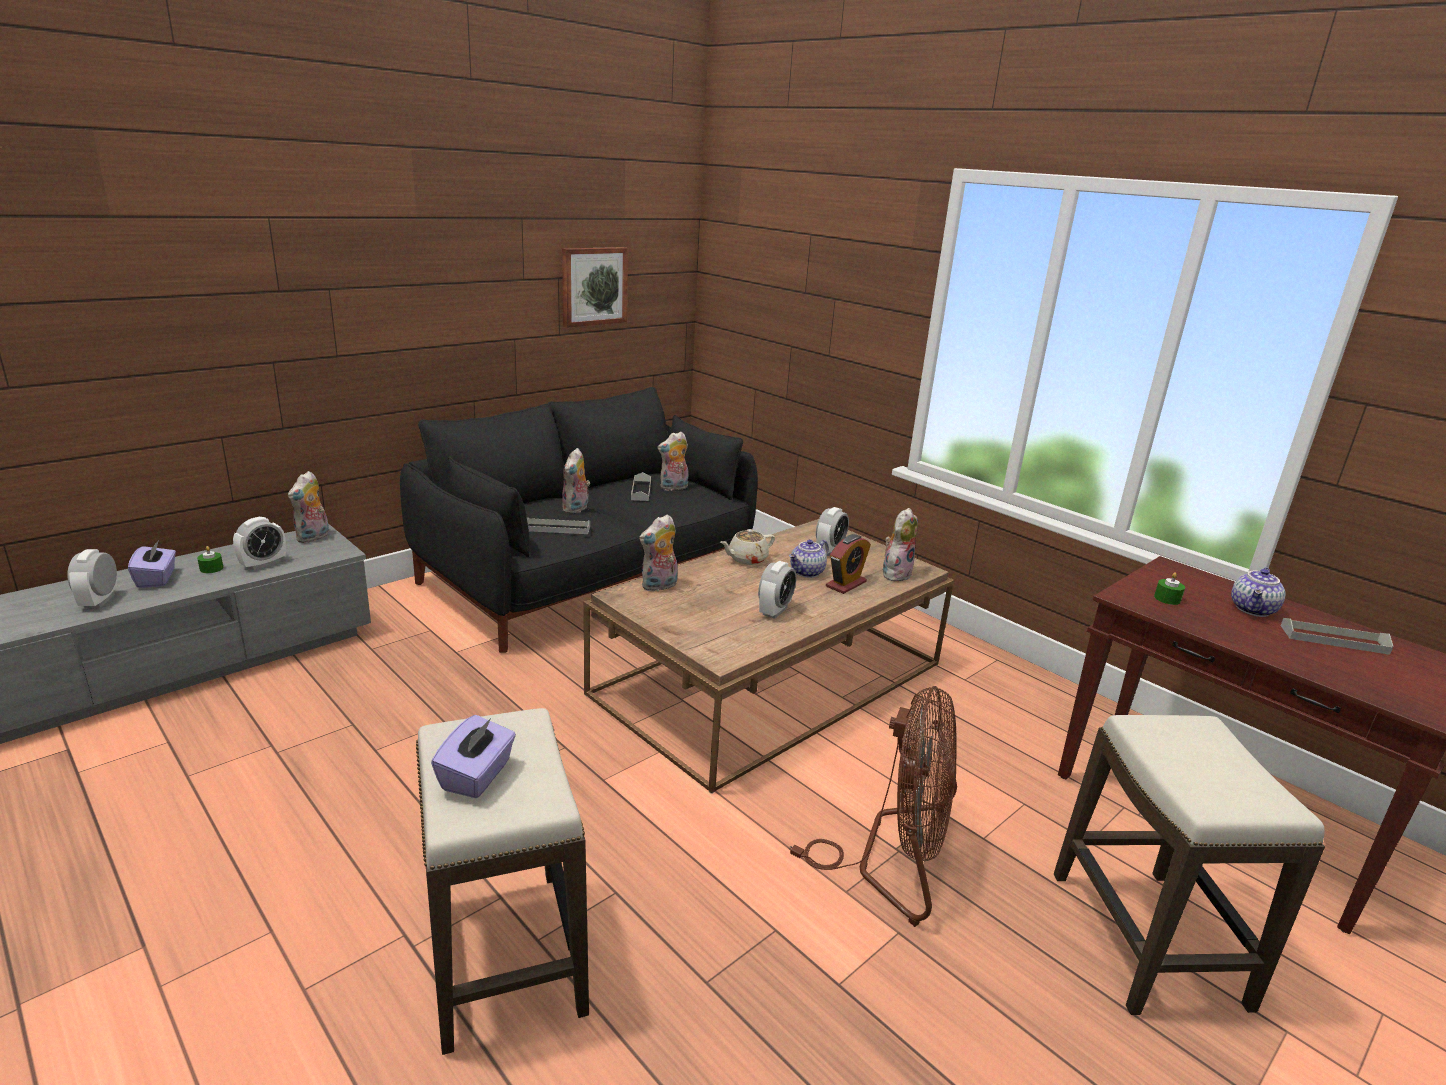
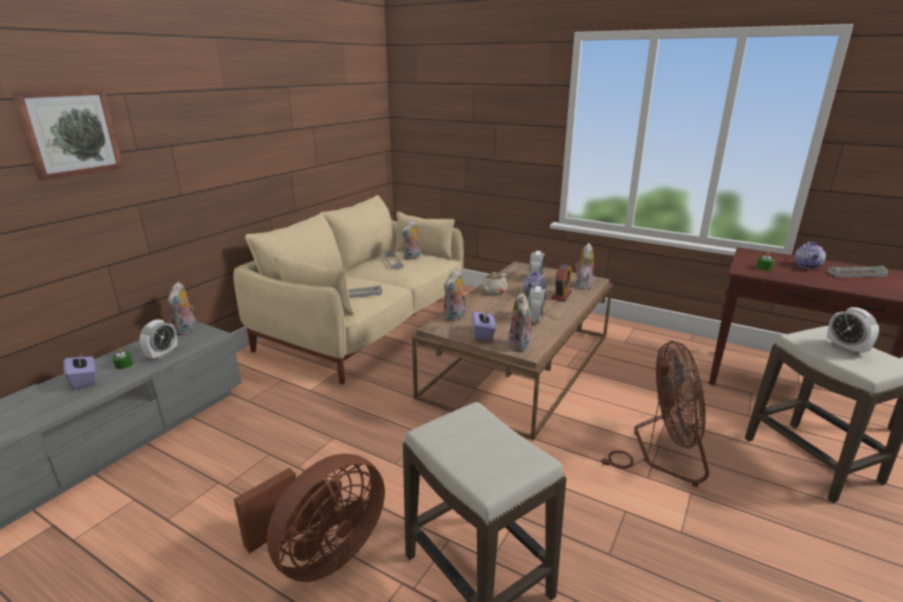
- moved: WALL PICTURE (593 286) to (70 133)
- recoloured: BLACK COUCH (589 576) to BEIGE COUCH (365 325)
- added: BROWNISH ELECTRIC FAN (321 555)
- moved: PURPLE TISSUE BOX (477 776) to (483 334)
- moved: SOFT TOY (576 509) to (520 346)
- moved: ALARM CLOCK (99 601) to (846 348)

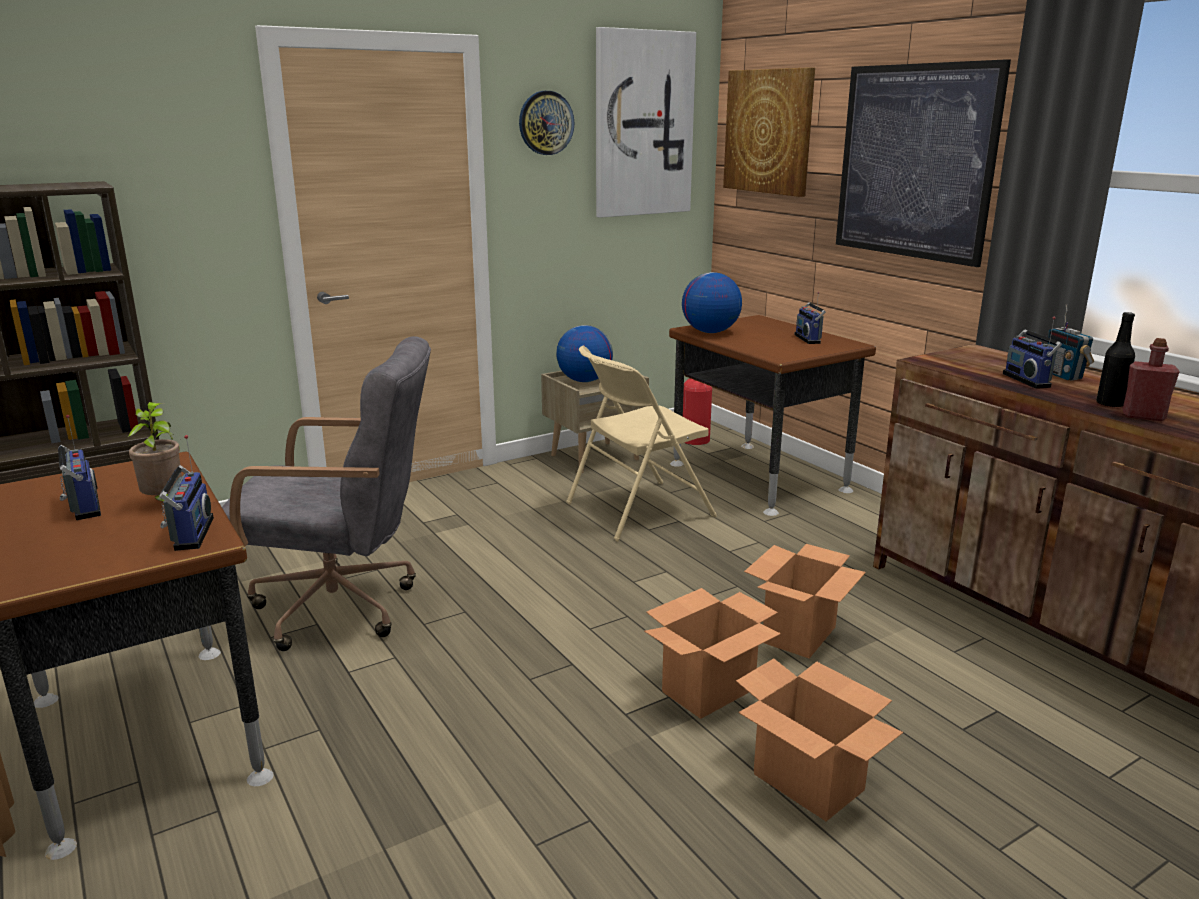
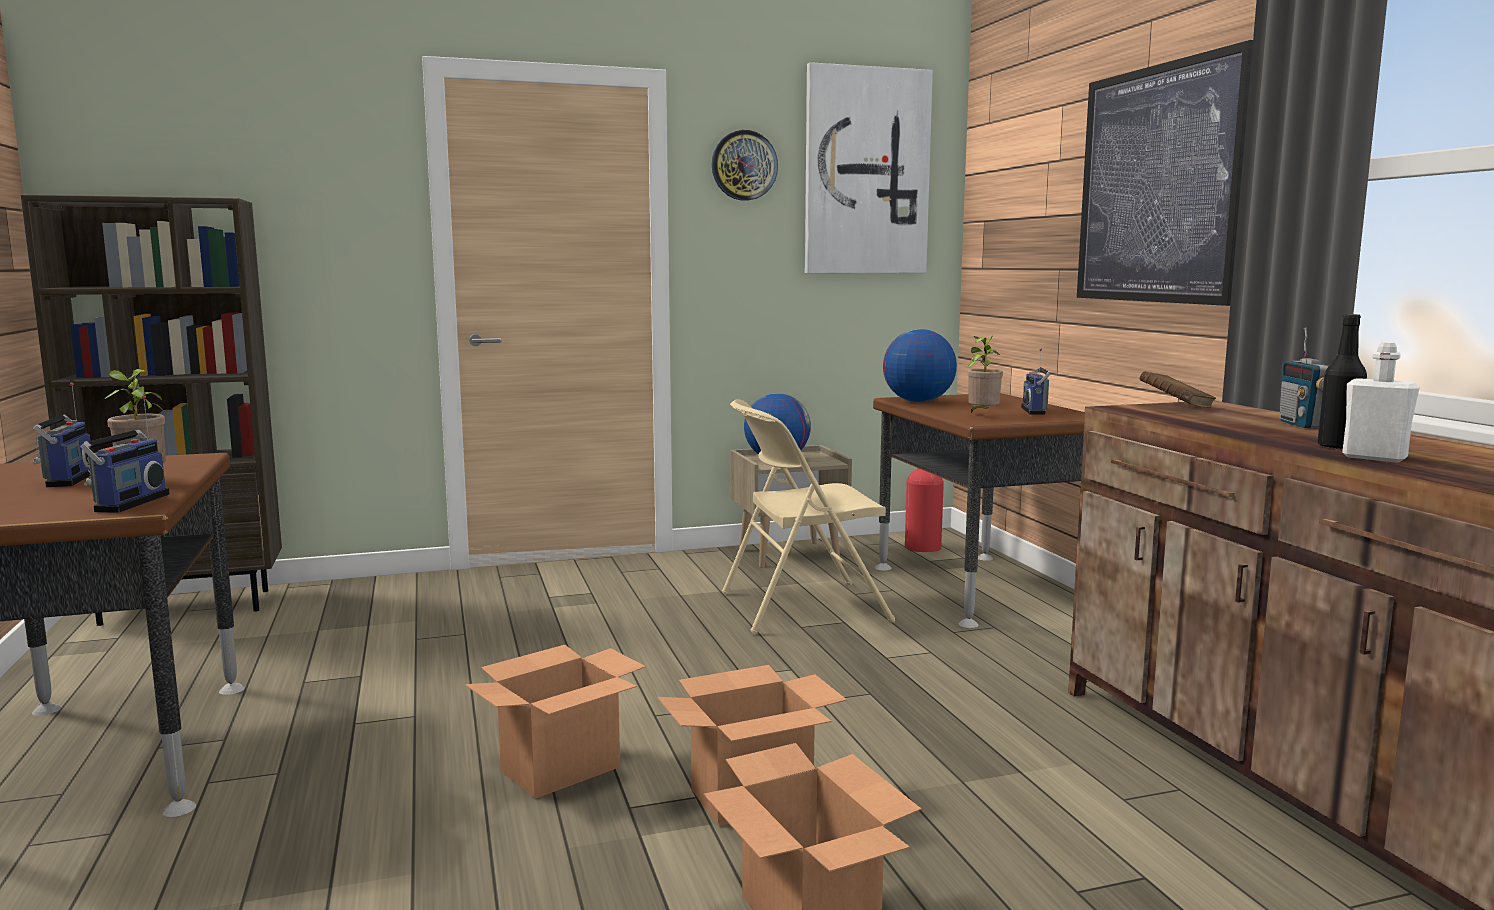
- moved: PACKING BOX (799 634) to (561 769)
- added: HOUSEPLANT (982 416)
- added: BROWNISH BOOK (1175 406)
- recoloured: REDDISH BOTTLE (1143 416) to WHITISH BOTTLE (1374 458)
- removed: GRAY COMPUTER CHAIR (344 610)
- removed: WALL PICTURE (768 131)
- removed: RADIO RECEIVER (1029 380)

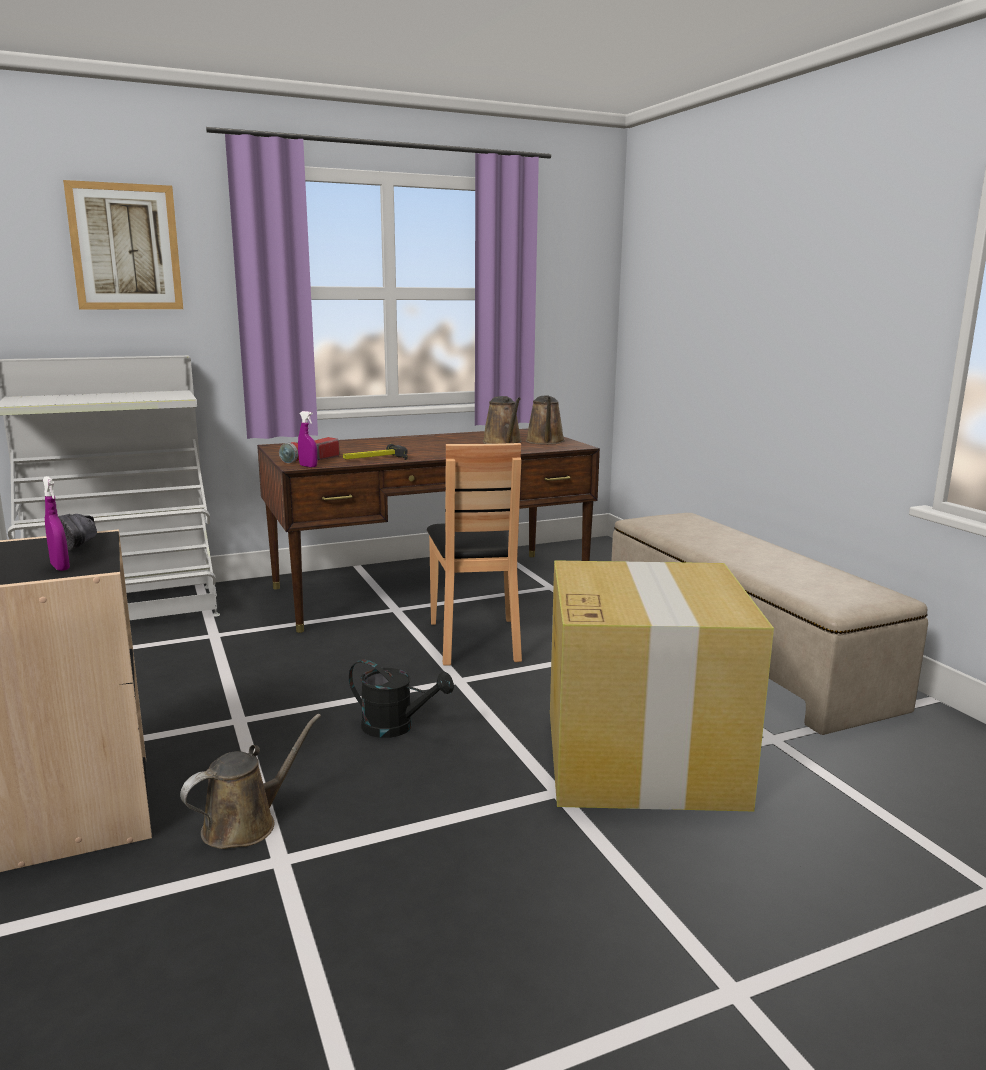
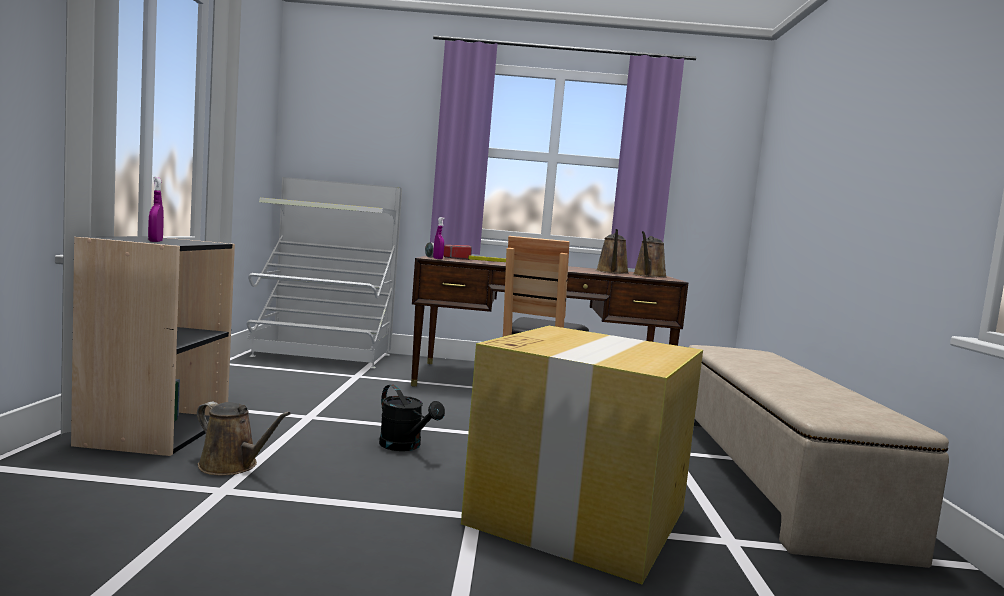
- turned: BROWNISH SPRINKLING CAN (246 824) = (232 466) 45 degrees clockwise
- removed: BLACK LOW SHOE (83 544)
- removed: WALL PICTURE (125 247)

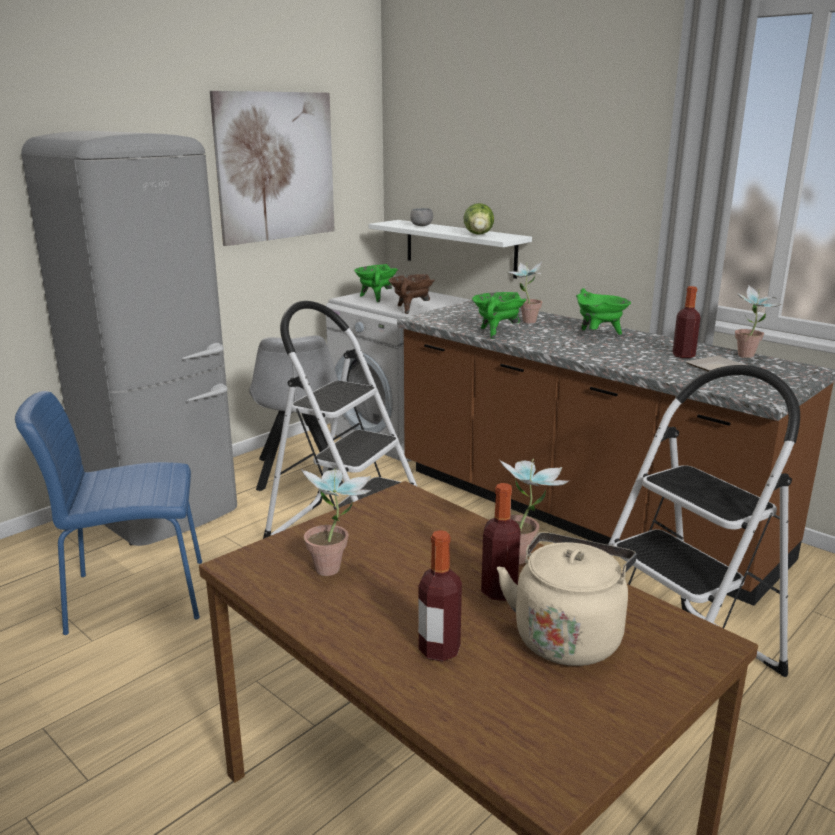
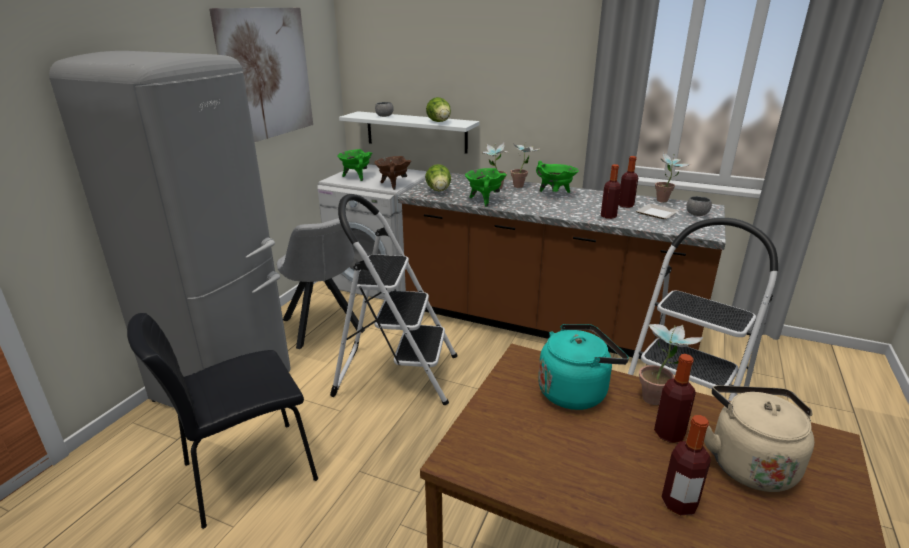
- recoloured: BLUE CHAIR (131 597) to BLACK CHAIR (245 474)
- added: LETTUCE (439 191)
- moved: HOUSEPLANT (337 570) to (522 186)
- added: TURQUOISE-COLOURED KETTLE (575 391)
- added: BOTTLE (608 216)
- added: GRAY BOWL (697 214)

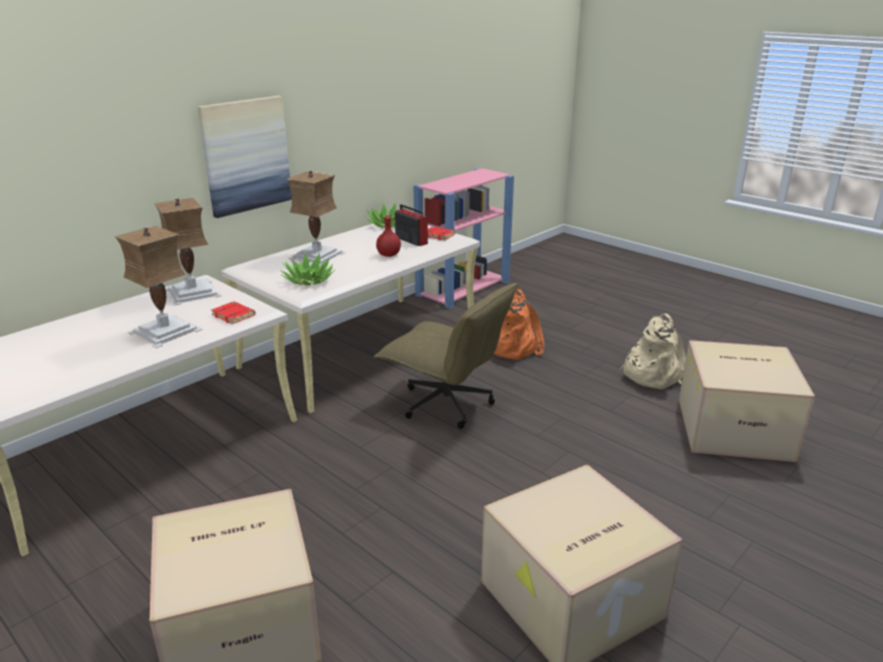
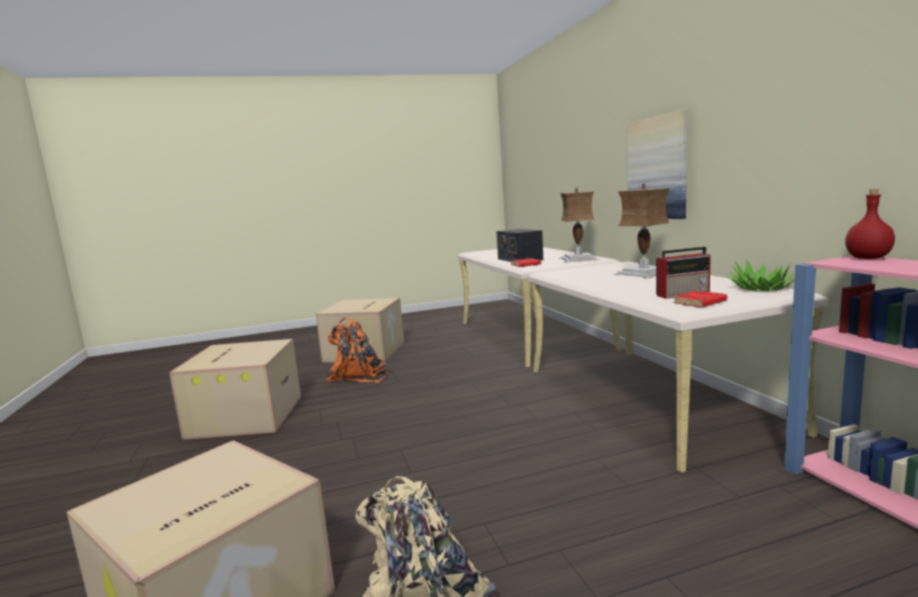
- moved: ORANGEY BACKPACK (512 346) to (359 375)
- replaced: TABLE LAMP (165 330) to RADIO RECEIVER (519 259)
- moved: REDDISH BOTTLE (389 255) to (868 258)
- removed: HOUSEPLANT (308 280)
- removed: BEIGE COMPUTER CHAIR (445 403)

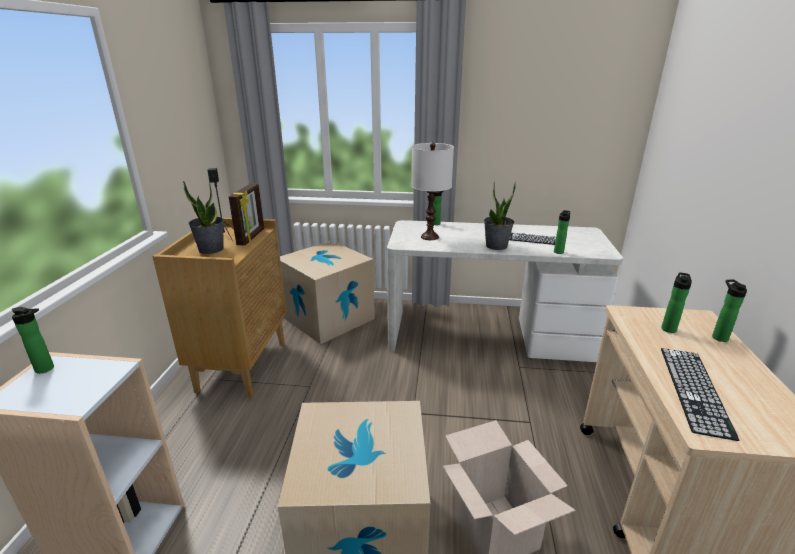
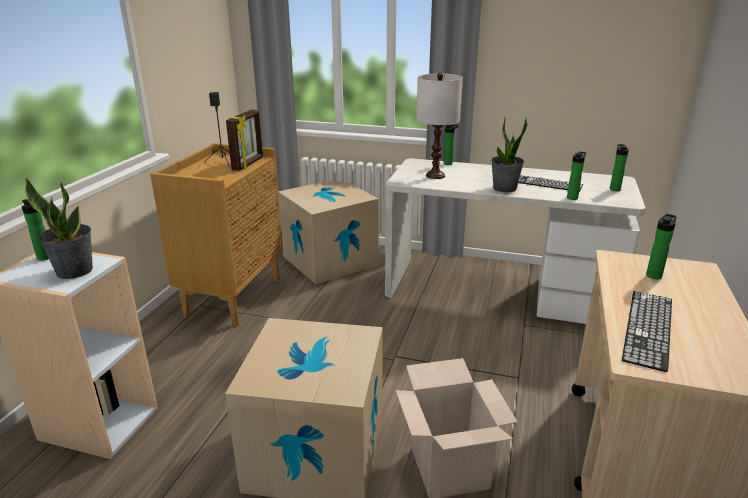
- moved: HOUSEPLANT (211 249) to (74 270)
- moved: BOTTLE (718 337) to (614 189)

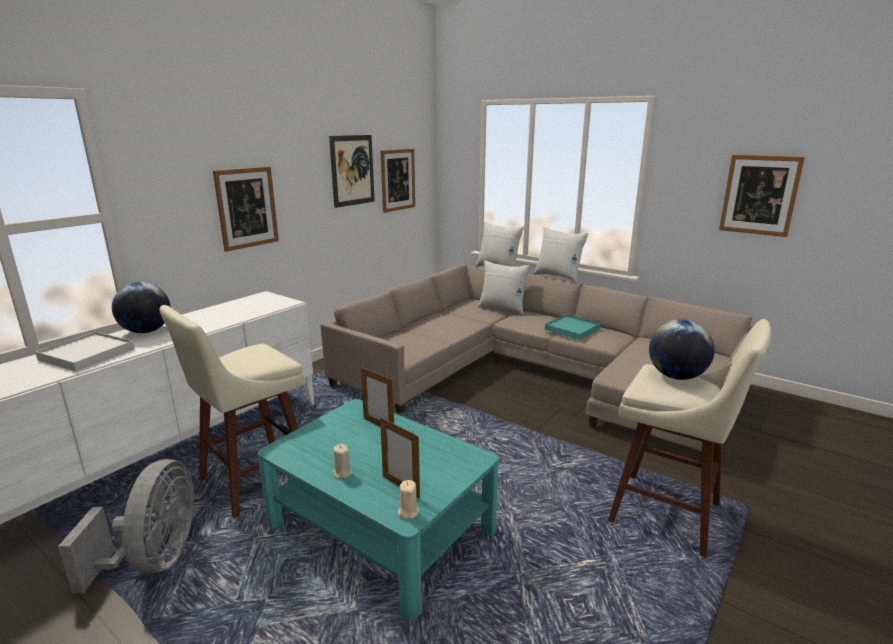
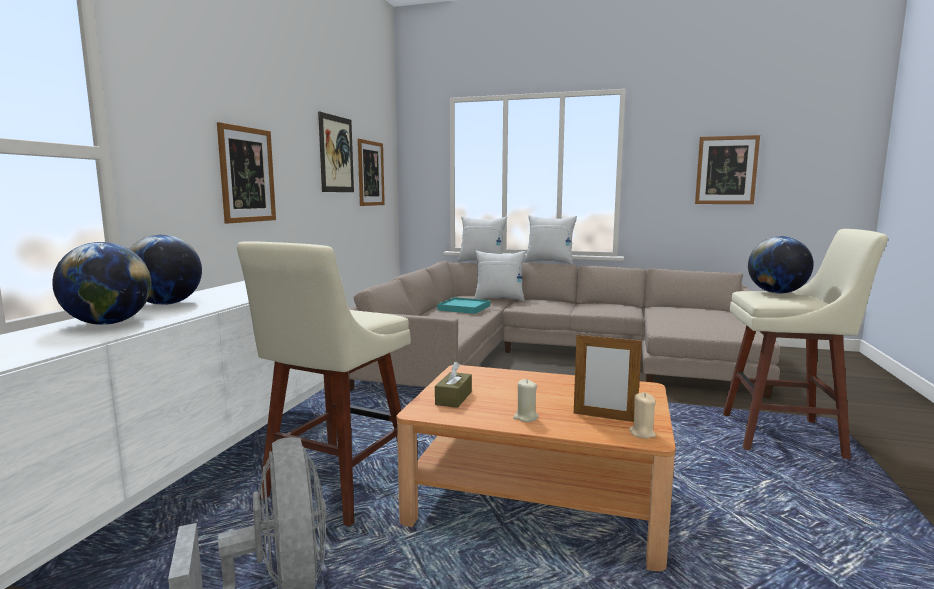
- replaced: WHITISH CARRYING TRAY (87 354) to DESK GLOBE (108 323)
- recoloured: TURQUOISE-COLOURED LOUNGE TABLE (381 527) to BROWNISH LOUNGE TABLE (538 498)
- added: BROWNISH TISSUE BOX (453 398)
- moved: TURQUOISE-COLOURED CARRYING TRAY (572 329) to (464 308)
- removed: PHOTO FRAME (378 425)

